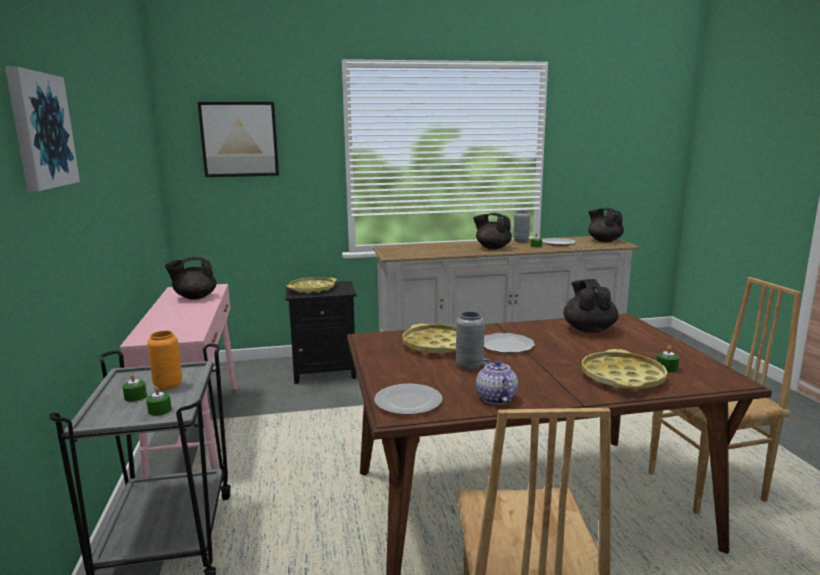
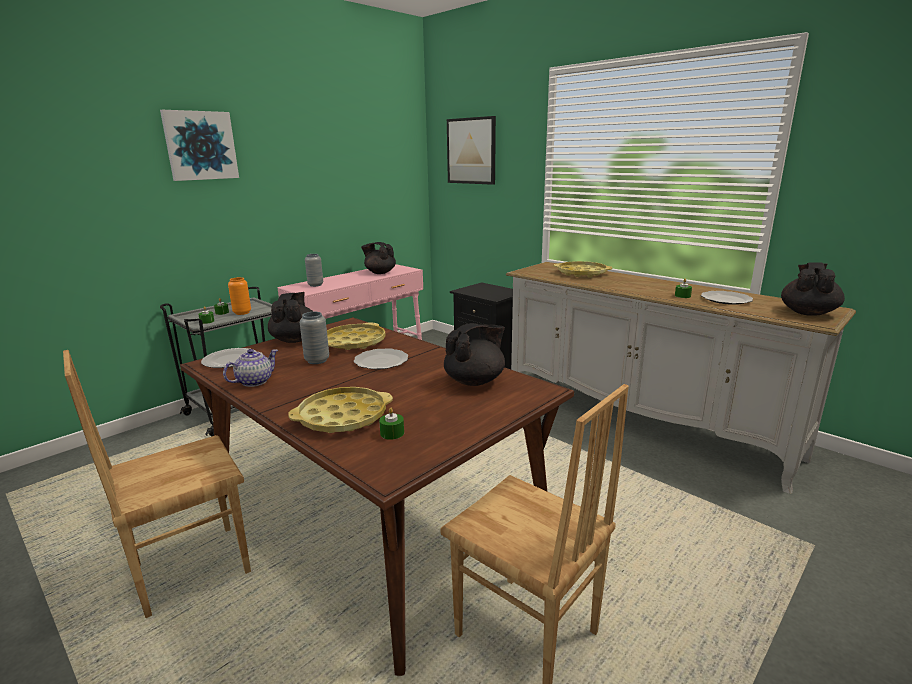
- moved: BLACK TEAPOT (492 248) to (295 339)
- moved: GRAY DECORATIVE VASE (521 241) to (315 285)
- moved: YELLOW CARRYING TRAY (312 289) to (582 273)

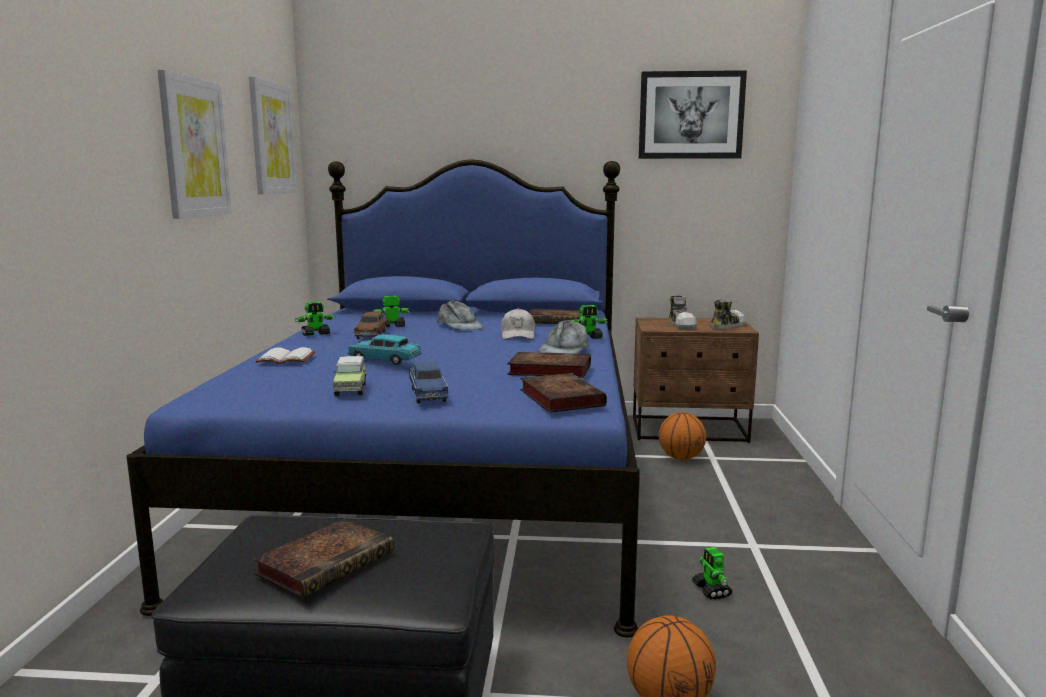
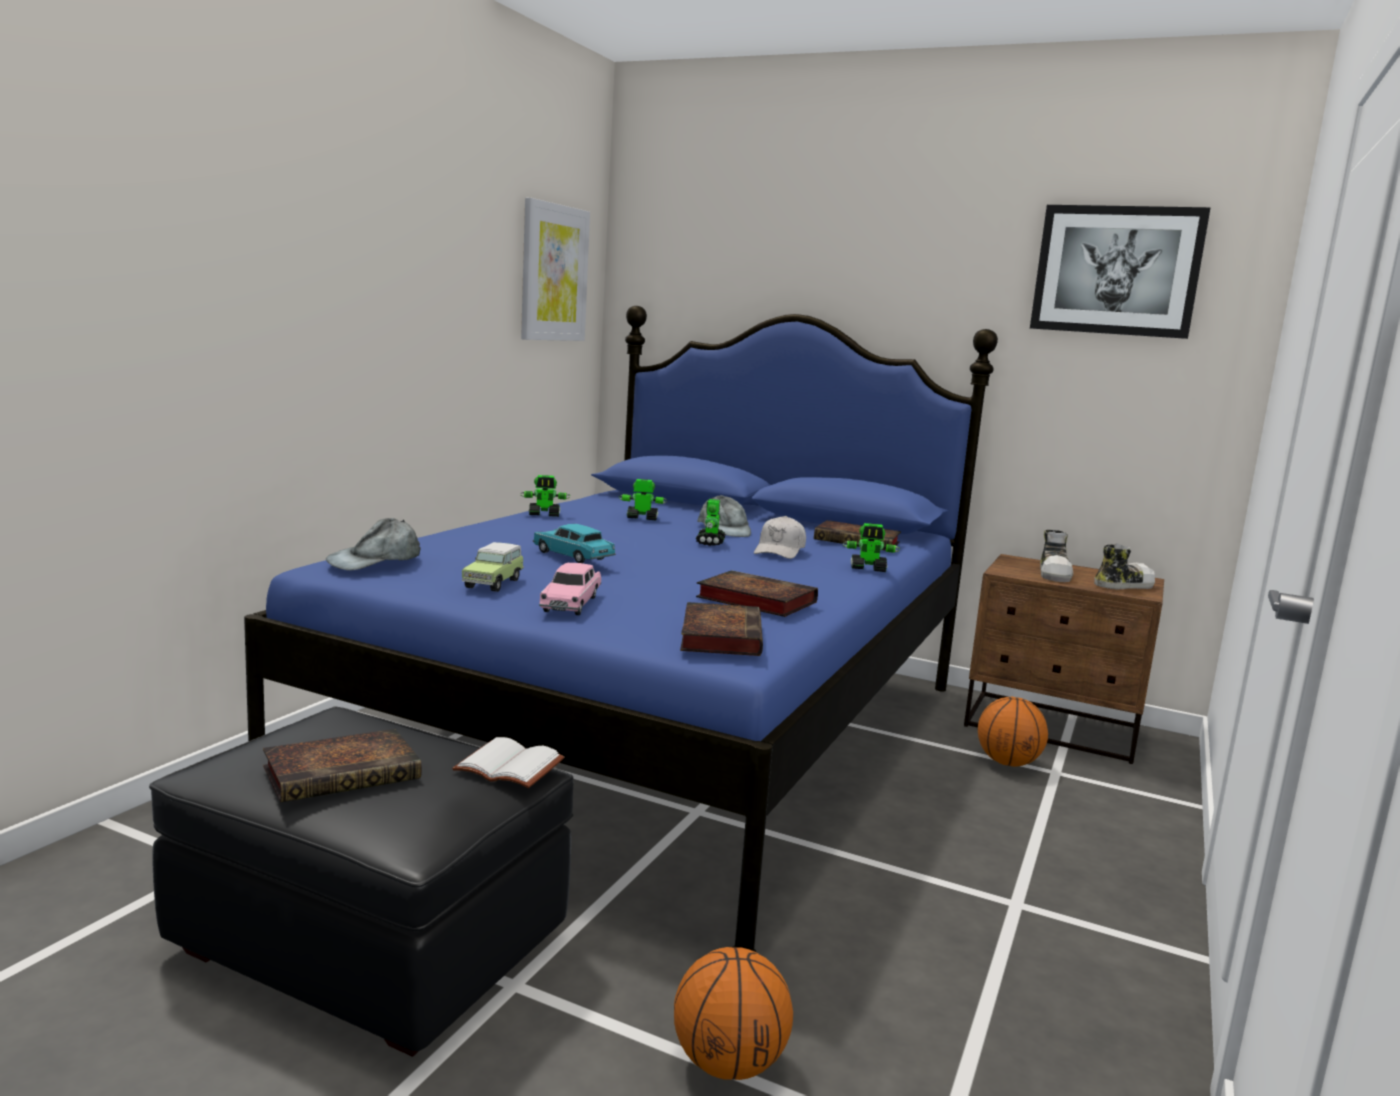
- moved: GRAY PEAKED CAP (564 350) to (375 560)
- moved: WHITISH BOOK (287 358) to (512 766)
- recoloured: BLUE MINIATURE CAR (428 394) to PINK-COLOURED MINIATURE CAR (571 604)
- moved: MODEL ROBOT (711 591) to (710 542)
- removed: WALL PICTURE (194 148)
- removed: BROWNISH MINIATURE CAR (372 335)

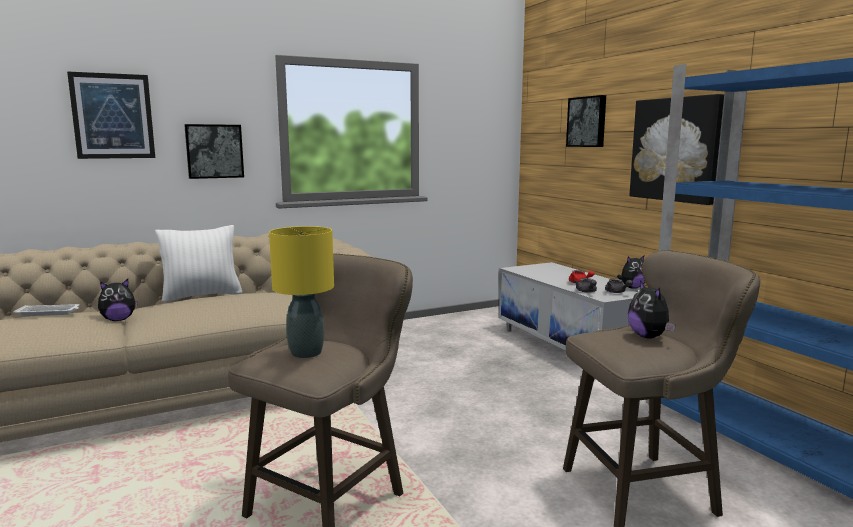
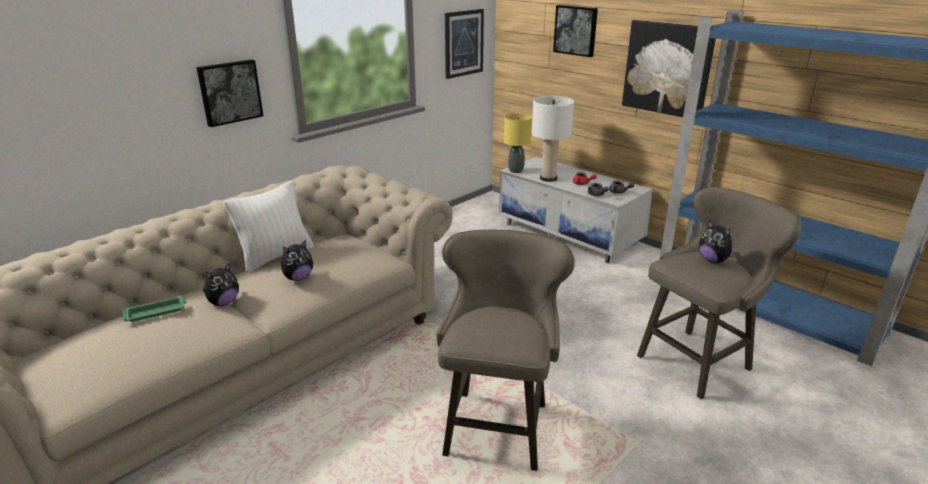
- recoloured: WHITISH CARRYING TRAY (49 313) to GREEN CARRYING TRAY (156 312)
- moved: SOFT TOY (632 288) to (298 278)
- moved: WALL PICTURE (113 116) to (463 43)
- moved: YELLOW TABLE LAMP (306 352) to (515 170)
- added: WHITISH TABLE LAMP (548 178)

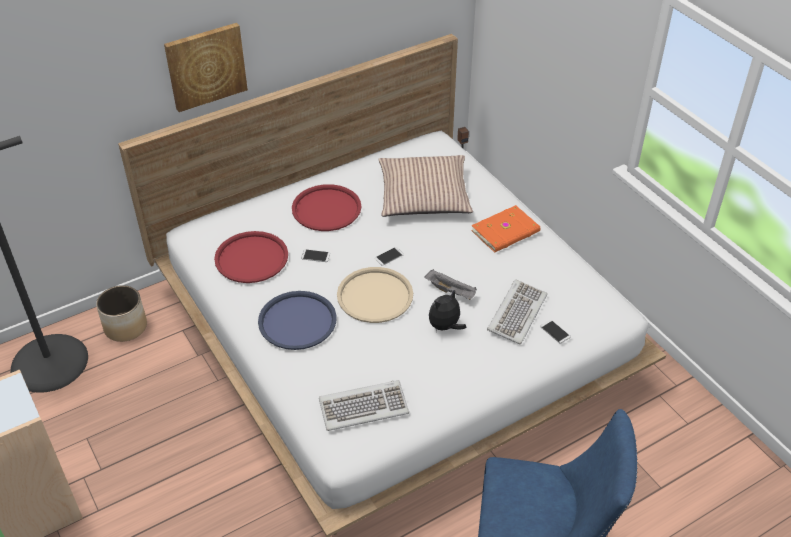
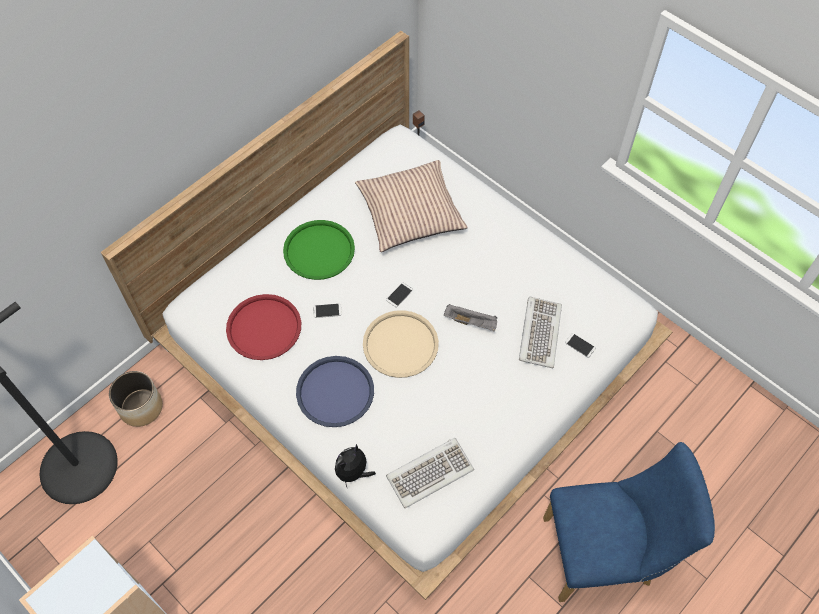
- recoloured: REDDISH CARRYING TRAY (326 209) to GREEN CARRYING TRAY (319 250)
- moved: SOFT TOY (445 327) to (353 472)
- removed: WALL PICTURE (206 66)
- removed: ORANGEY BOOK (506 232)

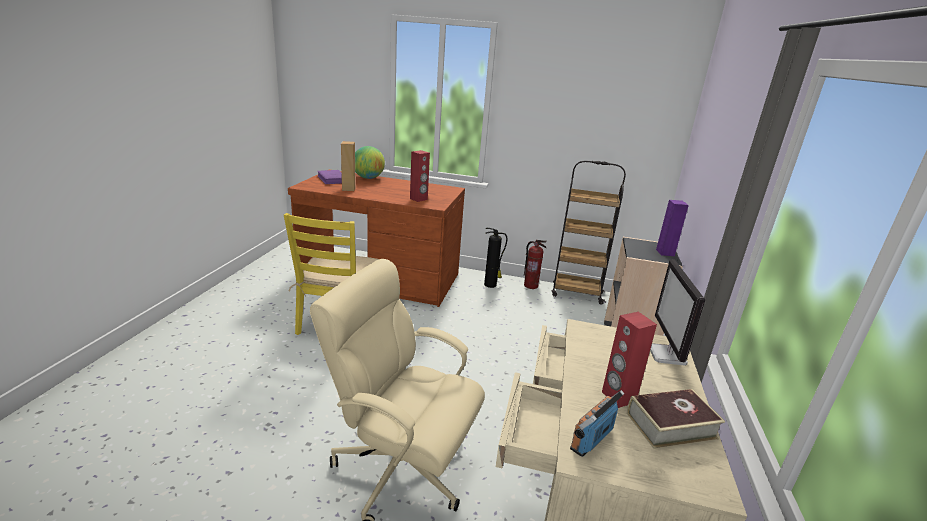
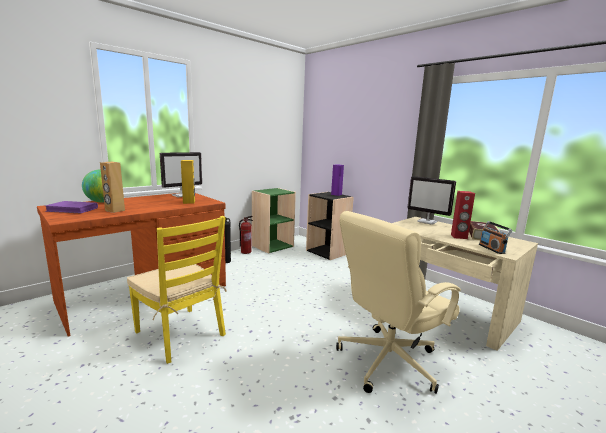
- added: COMPUTER SCREEN (182 195)
- recoloured: REDDISH LOUDSPEAKER (418 199) to YELLOW LOUDSPEAKER (189 202)
- replaced: BROWNISH WHEELED CART (576 294) to GREEN BOOKSHELF (273 246)

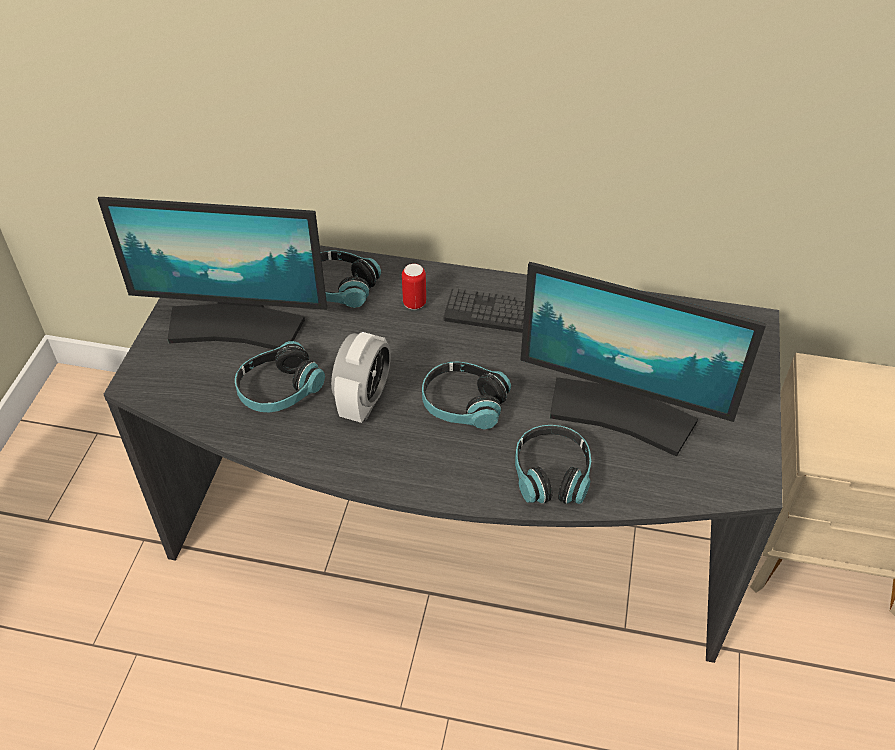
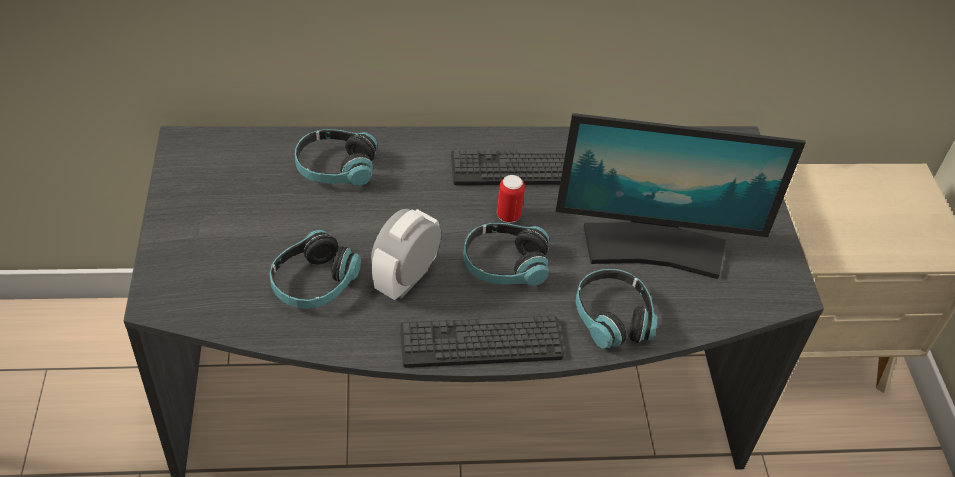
- turned: ALARM CLOCK (364 401) = (405 279) 150 degrees counterclockwise
- added: KEYBOARD (481 342)
- moved: SEALED CAN (414 303) to (508 215)
- removed: COMPUTER SCREEN (235 326)

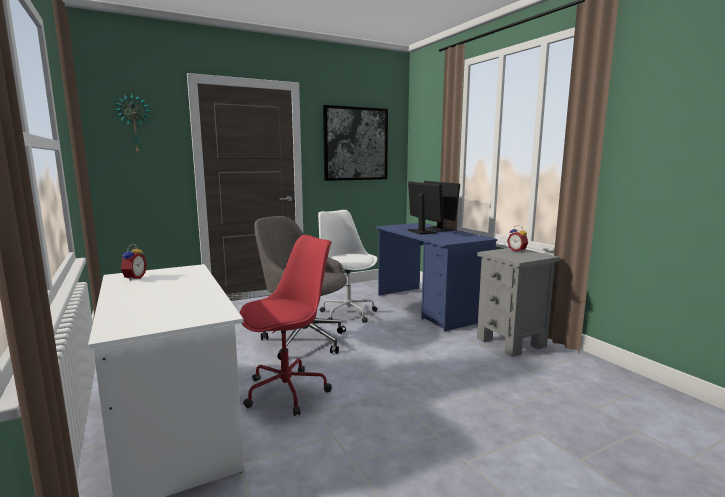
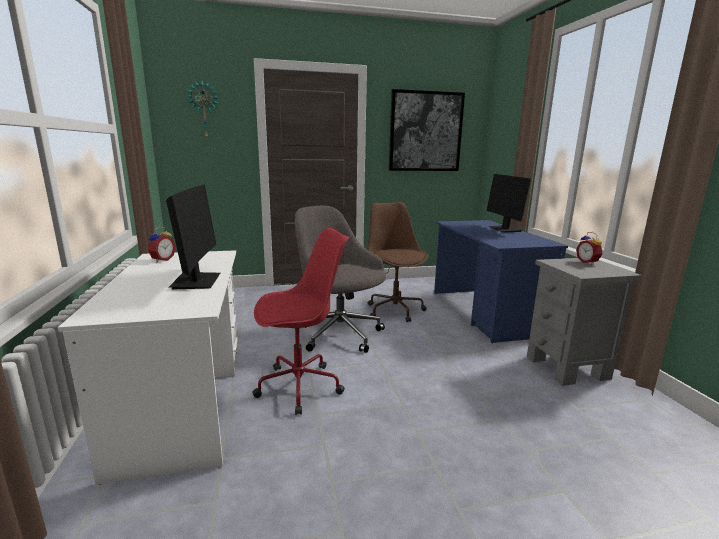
- moved: COMPUTER SCREEN (422 232) to (196 281)
- recoloured: WHITISH COMPUTER CHAIR (347 314) to BROWNISH COMPUTER CHAIR (394 310)

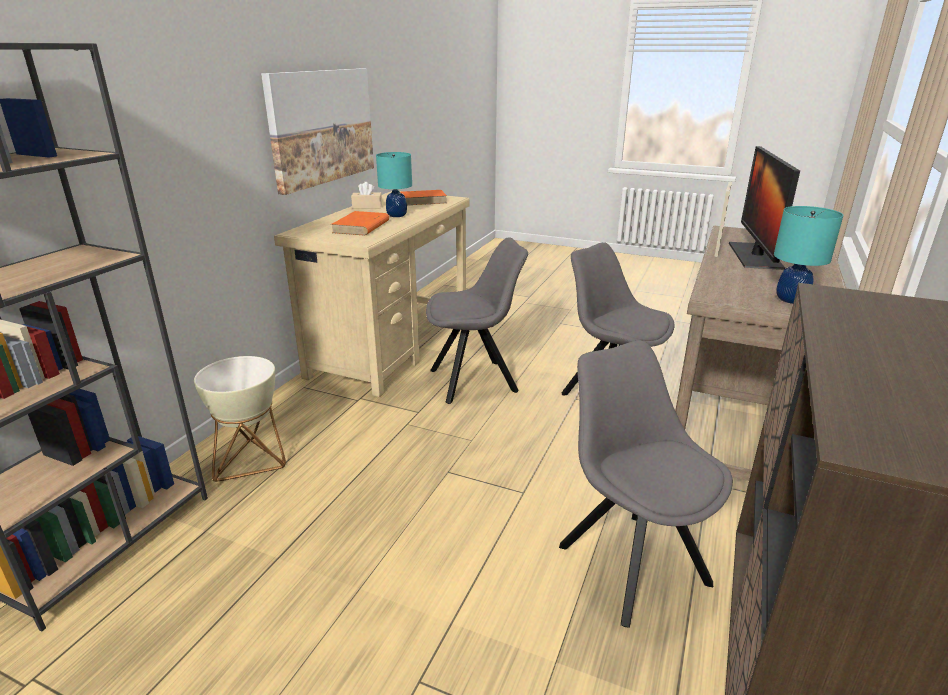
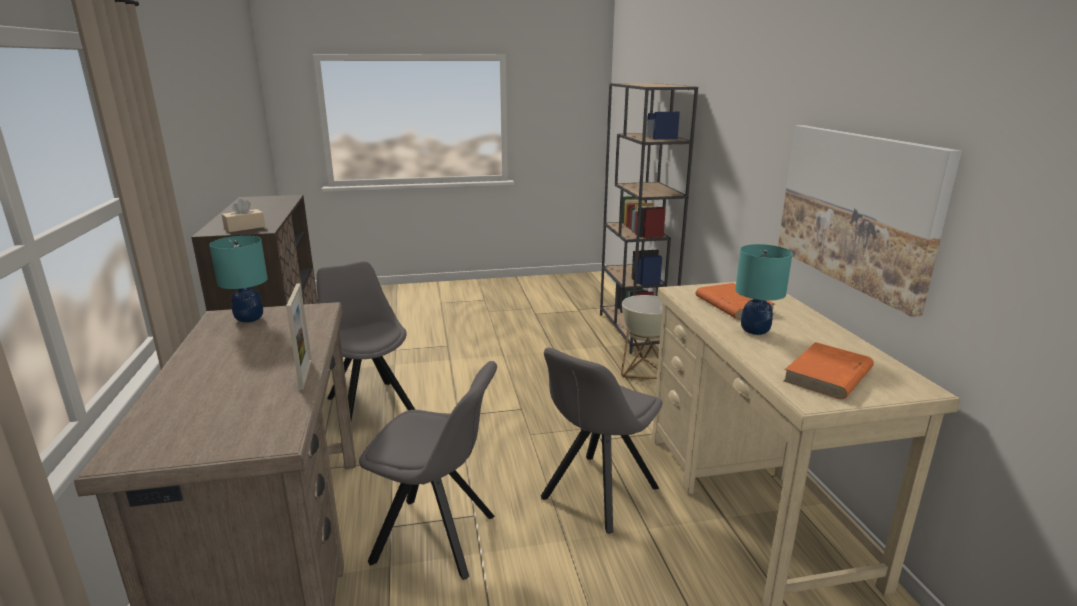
- moved: BEIGE TISSUE BOX (367 206) to (244 227)
- turned: GRAY CHAIR (631 564) = (369 404) 150 degrees counterclockwise
- removed: COMPUTER SCREEN (754 255)

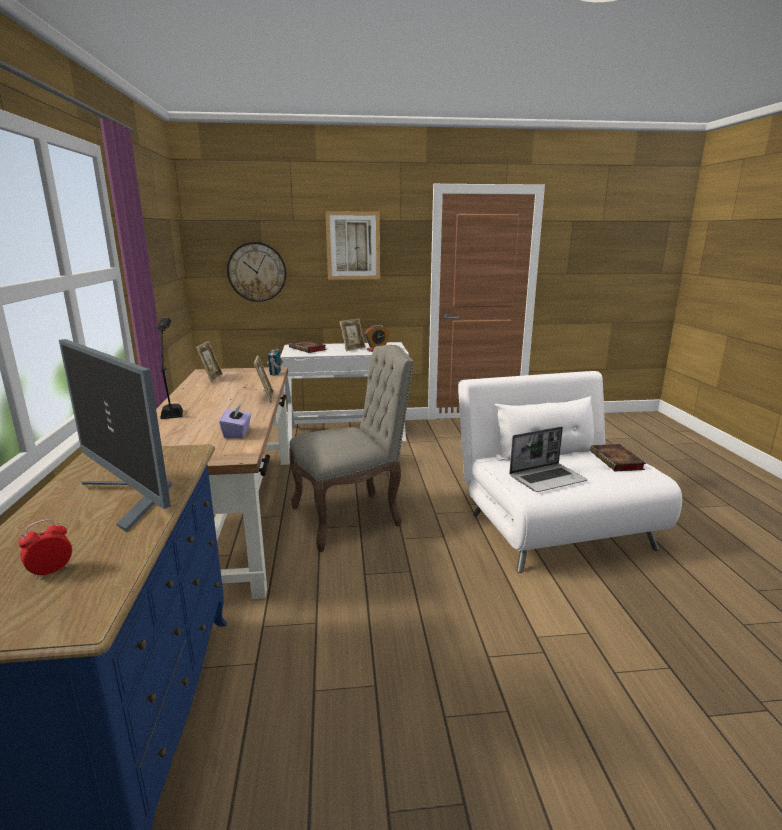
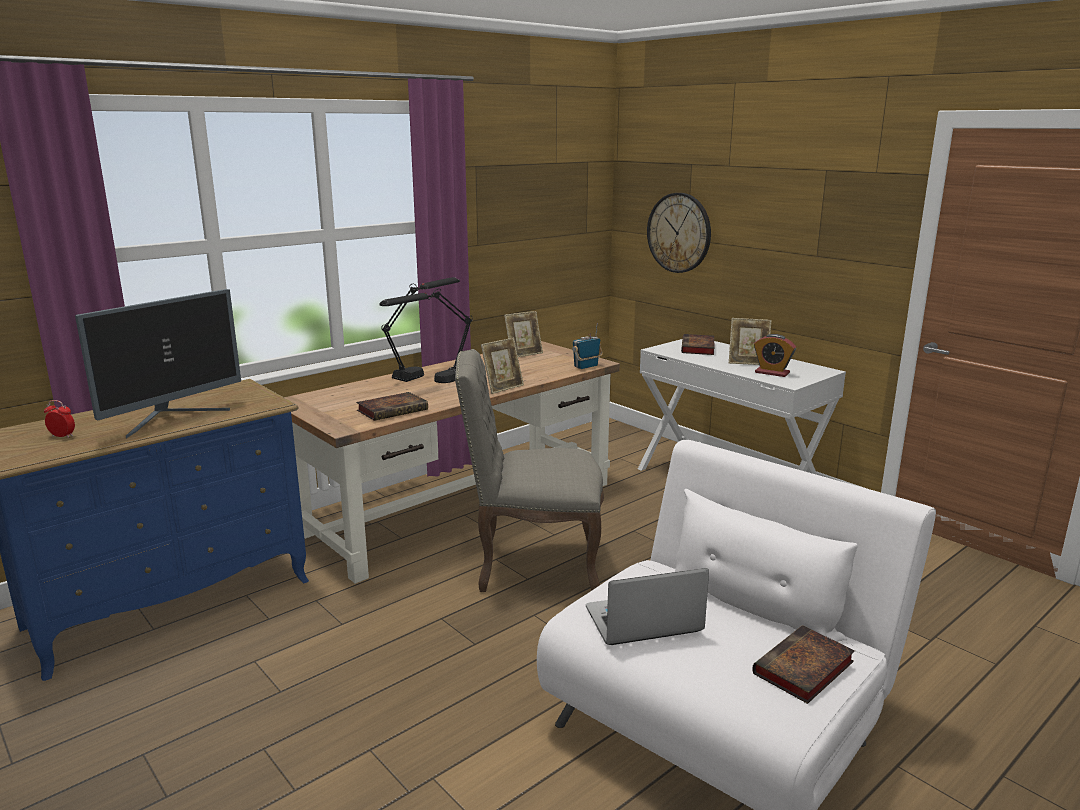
- turned: COMPUTER SCREEN (132 498) = (173 418) 150 degrees counterclockwise
- replaced: PURPLE TISSUE BOX (237 433) to BOOK (393 410)
- added: BLACK TABLE LAMP (432 383)
- turned: GRAY CHAIR (349 518) = (535 566) 150 degrees clockwise
- turned: LAPTOP (547 478) = (642 622) 135 degrees clockwise
- removed: WALL PICTURE (353 246)

